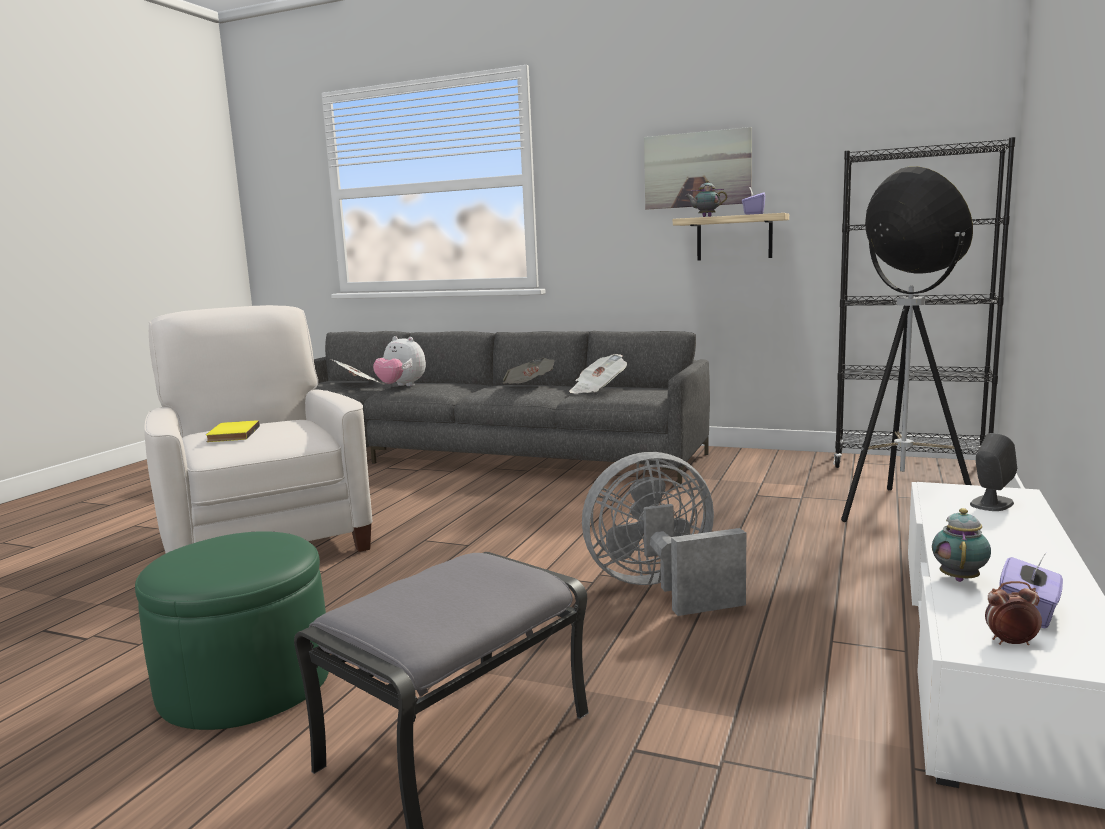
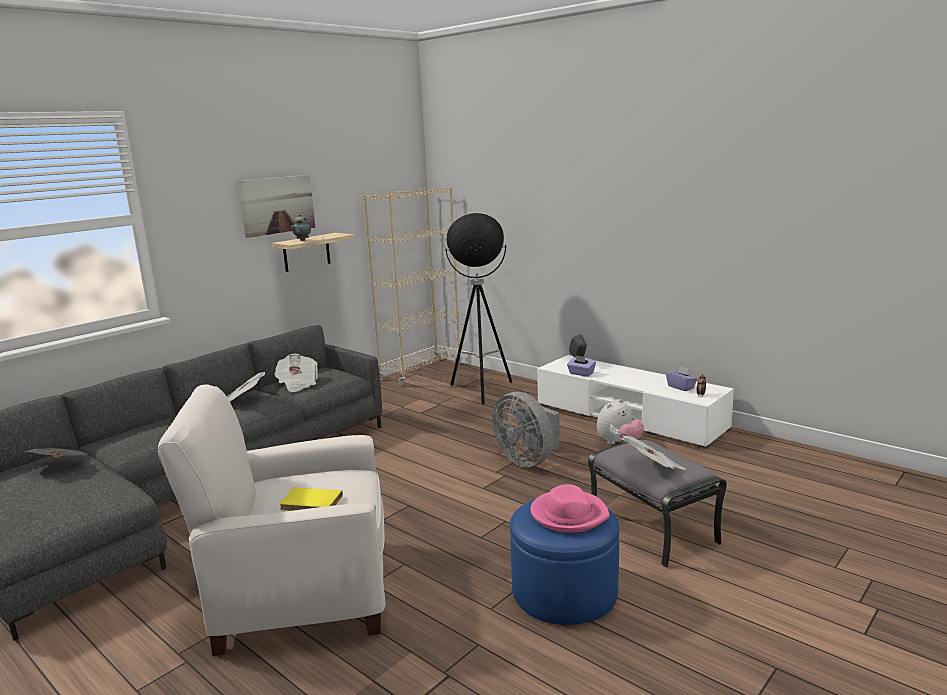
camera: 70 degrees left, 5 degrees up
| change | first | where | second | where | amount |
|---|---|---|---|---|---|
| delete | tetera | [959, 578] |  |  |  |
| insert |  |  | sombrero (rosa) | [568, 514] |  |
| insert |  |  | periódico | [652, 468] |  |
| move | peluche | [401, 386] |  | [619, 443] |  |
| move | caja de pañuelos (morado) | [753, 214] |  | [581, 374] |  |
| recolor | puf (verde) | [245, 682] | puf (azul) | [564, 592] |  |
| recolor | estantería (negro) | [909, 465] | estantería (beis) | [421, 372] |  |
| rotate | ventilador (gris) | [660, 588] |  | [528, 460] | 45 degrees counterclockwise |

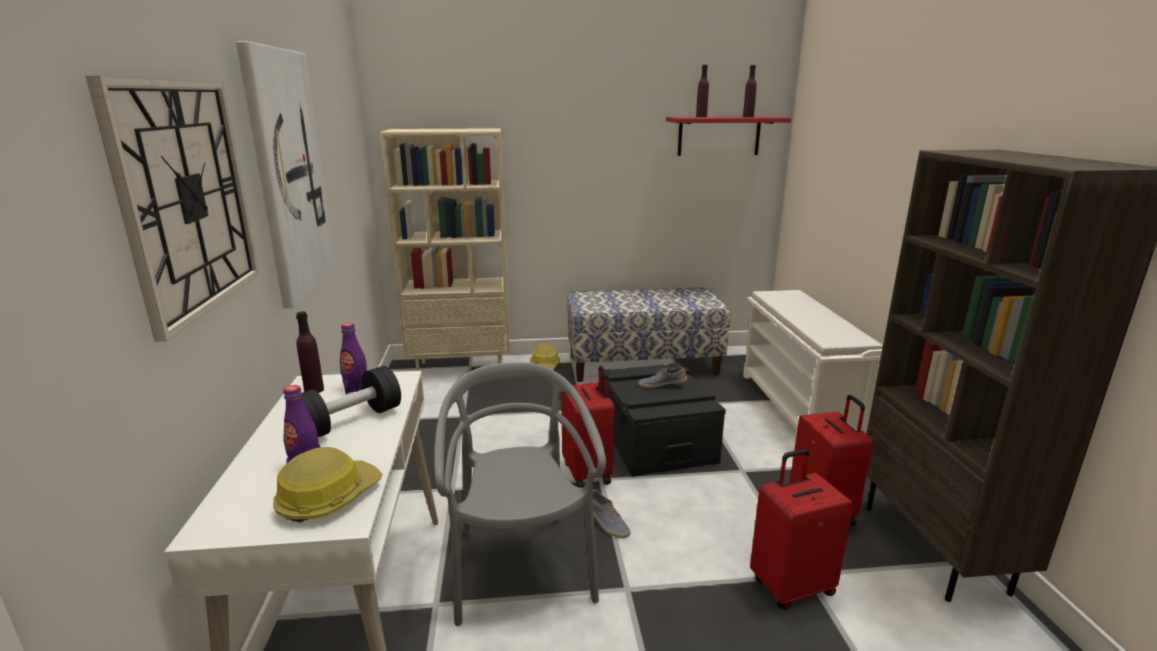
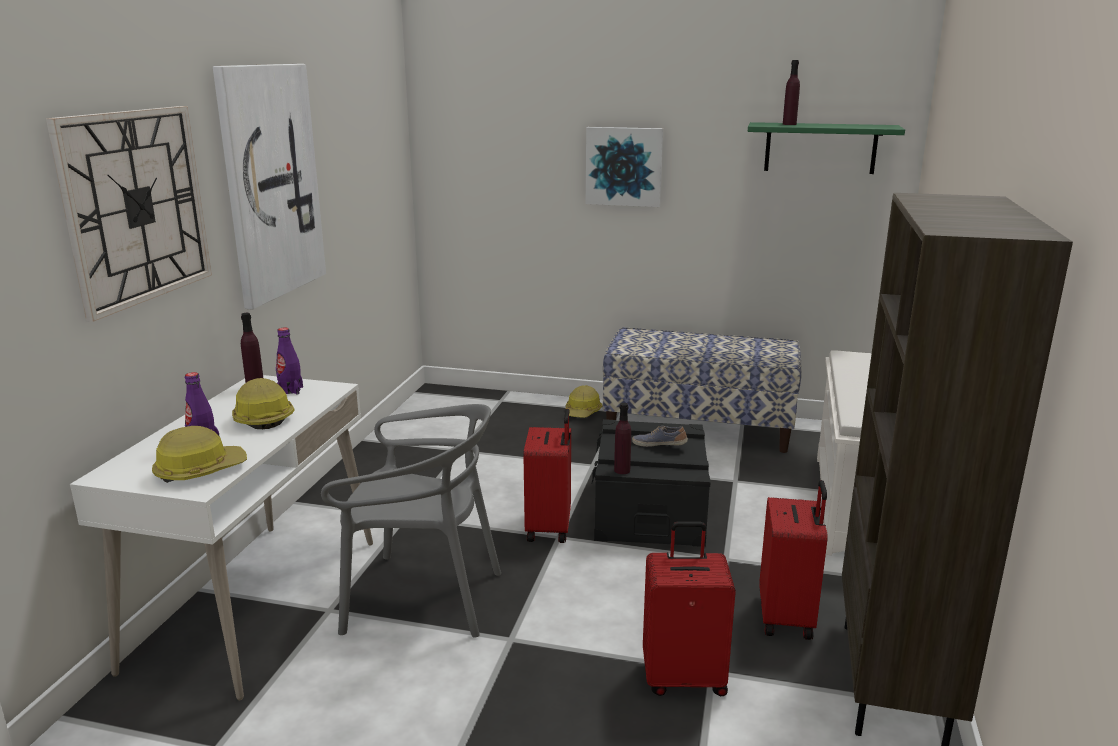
camera: 20 degrees right, 0 degrees up
| change | first | where | second | where | amount |
|---|---|---|---|---|---|
| delete | estantería (beis) | [462, 368] |  |  |  |
| delete | zapato | [607, 523] |  |  |  |
| insert |  |  | cuadro | [624, 166] |  |
| move | botella (morado) | [748, 117] |  | [622, 470] |  |
| replace | mancuerna (negro) | [350, 422] | casco | [262, 417] |  |
| recolor | estante (rojo) | [719, 136] | estante (verde) | [820, 148] |  |
| rotate | silla (gris) | [520, 568] |  | [422, 598] | 90 degrees clockwise |

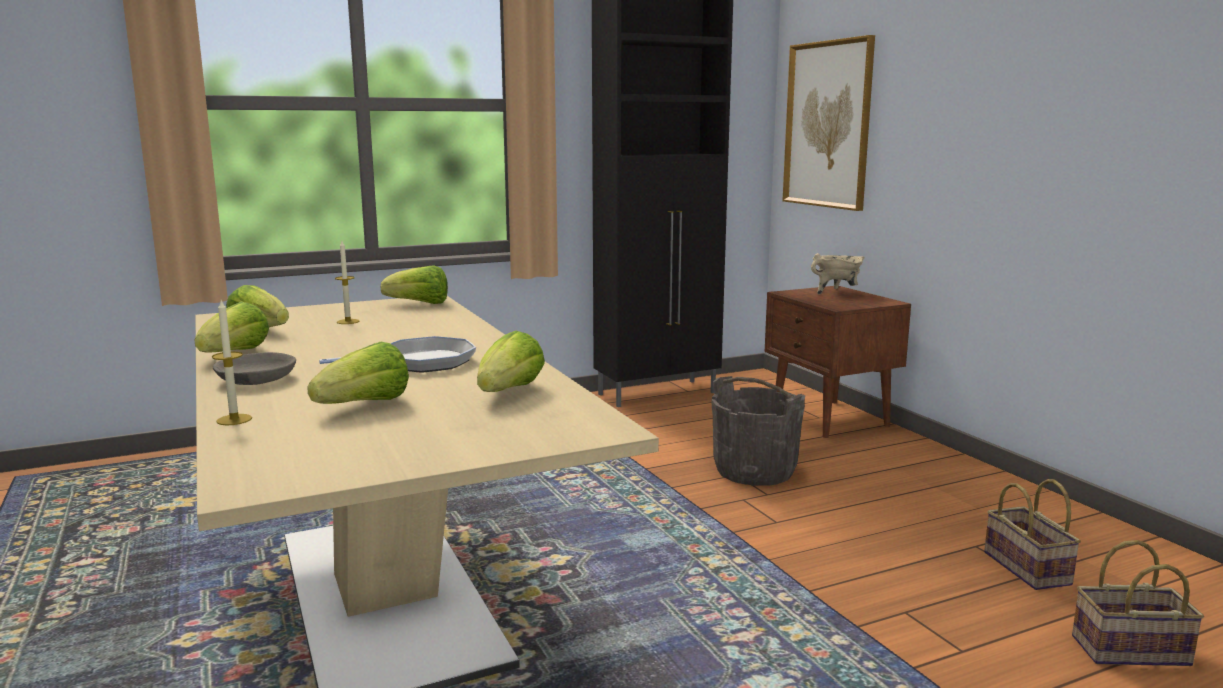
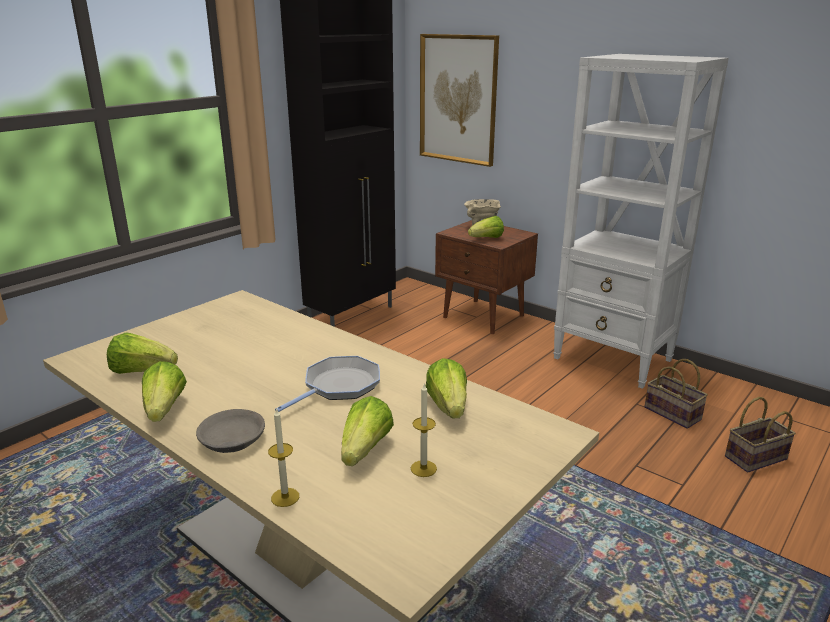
camera: 25 degrees left, 10 degrees up
| change | first | where | second | where | amount |
|---|---|---|---|---|---|
| delete | cubo (gris) | [755, 470] |  |  |  |
| insert |  |  | estantería (blanco) | [613, 359] |  |
| move | vela | [348, 321] |  | [423, 468] |  |
| move | lechuga | [419, 304] |  | [487, 239] |  |

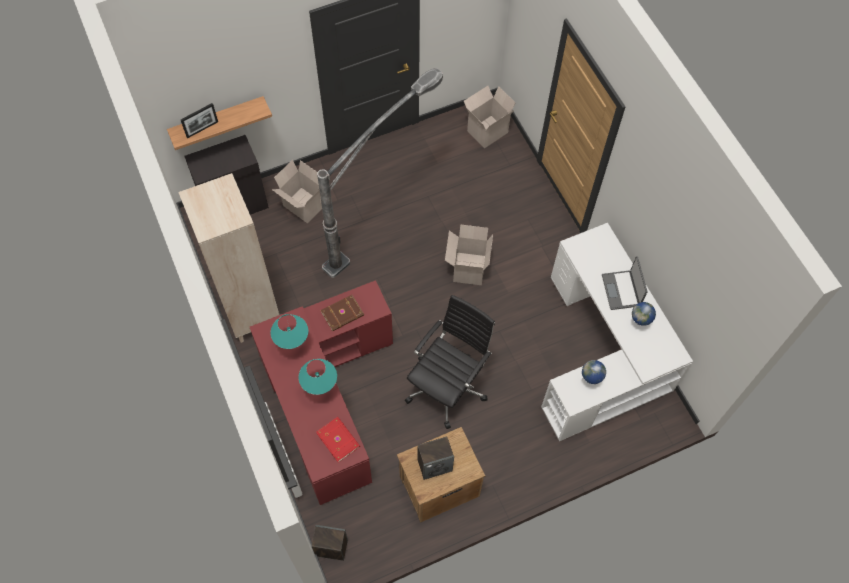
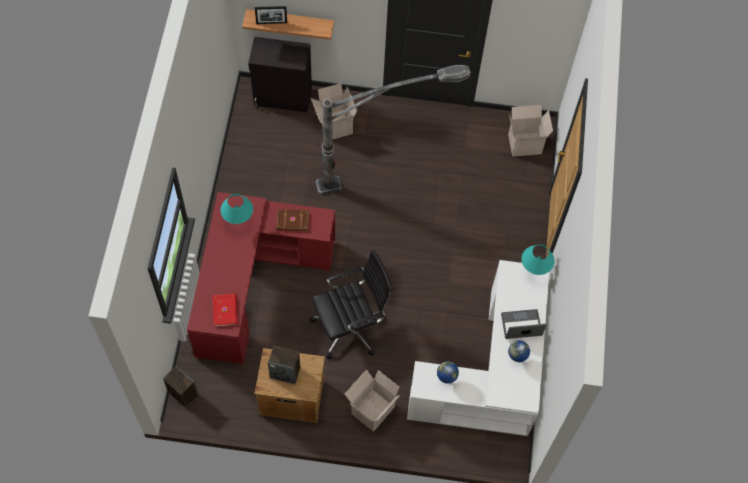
camera: 30 degrees right, 0 degrees up
| change | first | where | second | where | amount |
|---|---|---|---|---|---|
| delete | estantería (beis) | [251, 314] |  |  |  |
| move | lámpara de mesa (turquesa) | [321, 391] |  | [532, 274] |  |
| move | caja de cartón | [468, 268] |  | [372, 409] |  |
| rotate | portátil | [621, 290] |  | [521, 325] | 60 degrees clockwise |

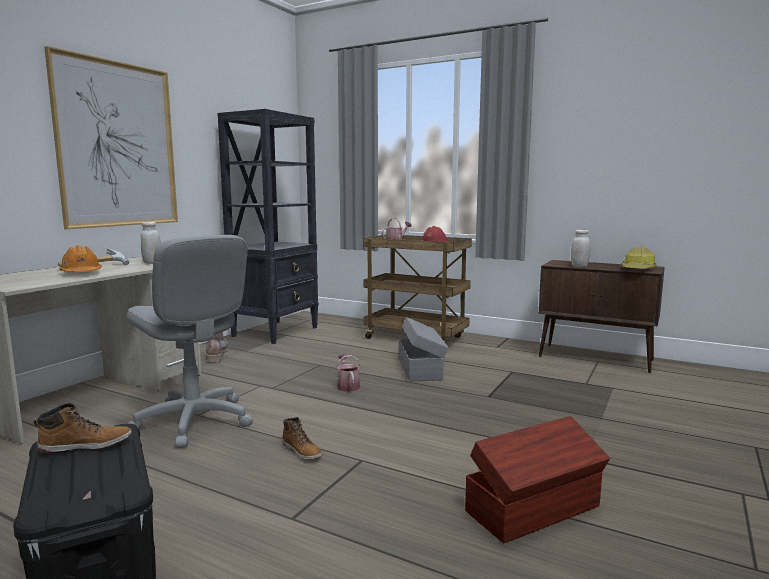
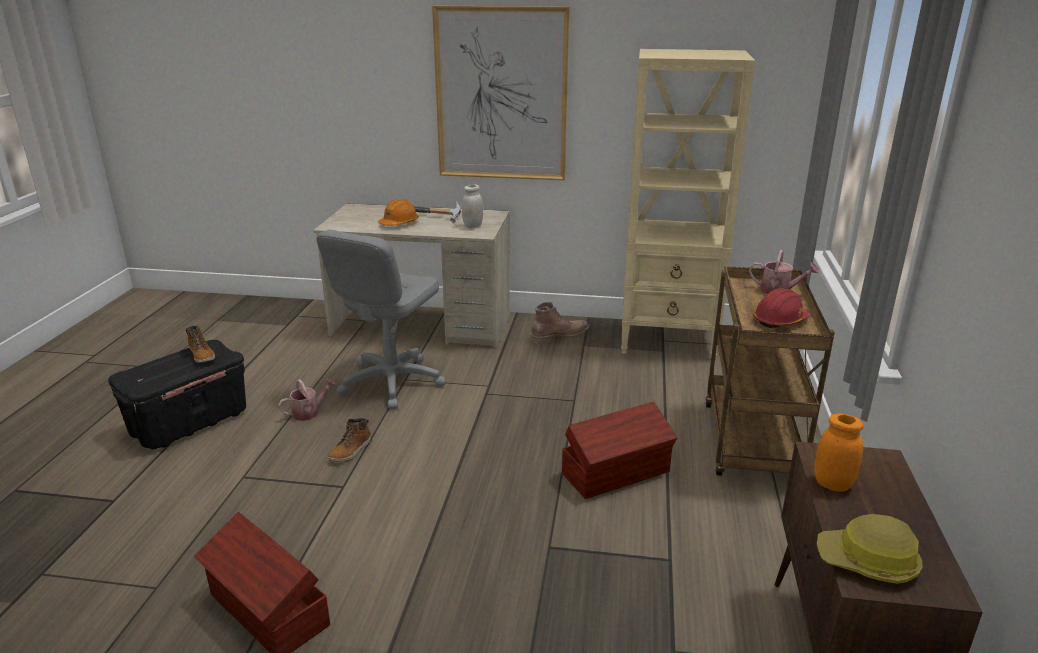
camera: 70 degrees right, 15 degrees up
| change | first | where | second | where | amount |
|---|---|---|---|---|---|
| move | regadera | [347, 386] |  | [309, 412] |  |
| recolor | estantería (negro) | [276, 332] | estantería (beis) | [668, 341] |  |
| recolor | caja de almacenaje (gris) | [420, 368] | caja de almacenaje (marrón) | [617, 473] |  |
| recolor | tarro (blanco) | [579, 266] | tarro (naranja) | [832, 484] |  |

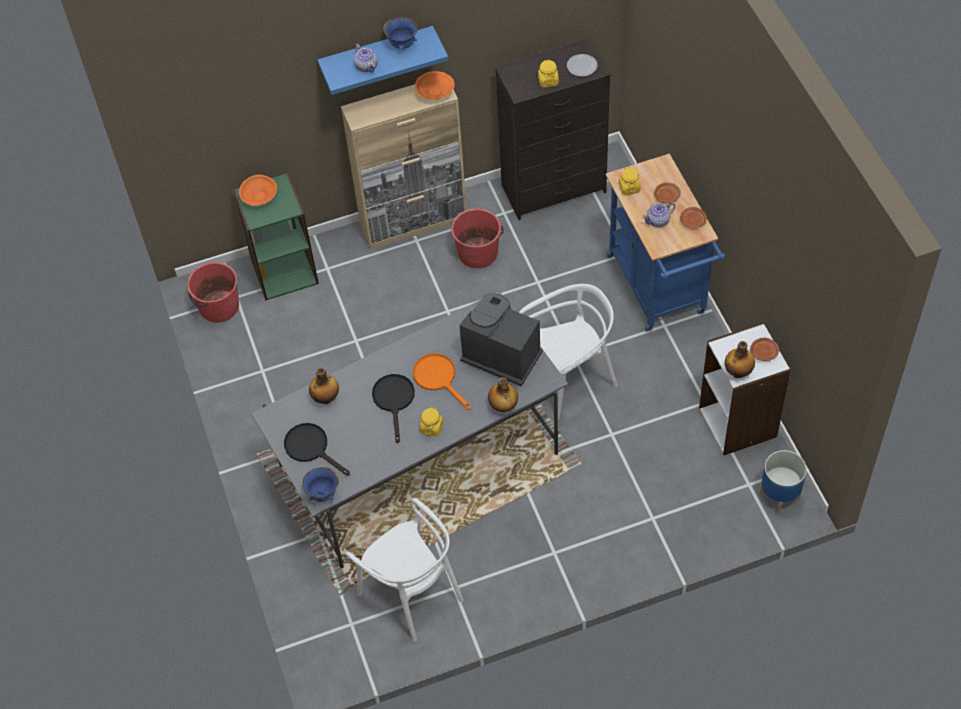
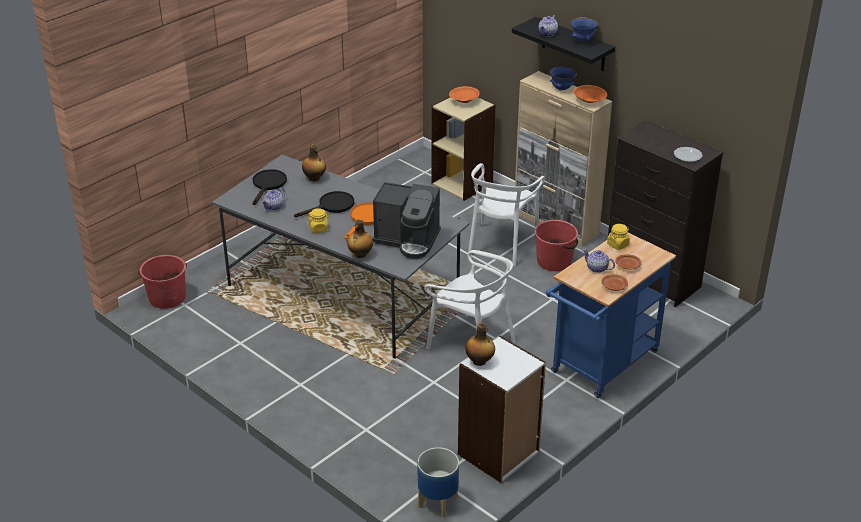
camera: 60 degrees right, 20 degrees down
| change | first | where | second | where | amount |
|---|---|---|---|---|---|
| delete | tarro (amarillo) | [548, 81] |  |  |  |
| delete | plato (marrón) | [764, 352] |  |  |  |
| insert |  |  | tetera | [274, 207] |  |
| move | cubo (rojo) | [218, 306] |  | [167, 297] |  |
| move | cuenco (azul) | [323, 494] |  | [561, 89] |  |
| move | silla (blanco) | [412, 593] |  | [501, 244] |  |
| recolor | estantería (verde) | [284, 271] | estantería (beis) | [462, 183] |  |
| recolor | estante (azul) | [377, 55] | estante (negro) | [573, 45] |  |
| rotate | cafetera | [501, 355] |  | [408, 240] | 105 degrees clockwise |

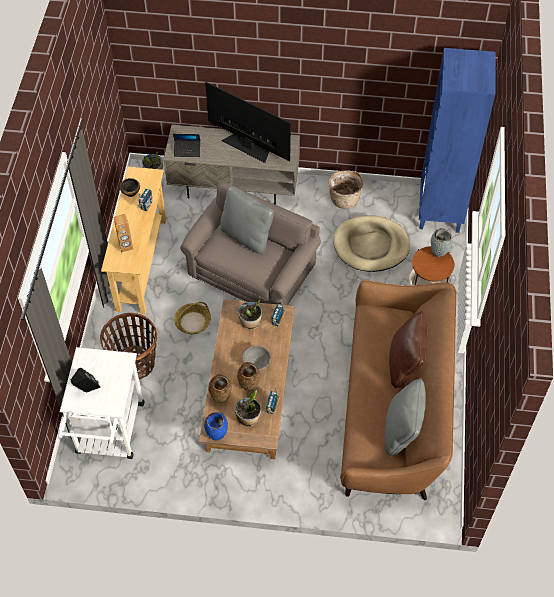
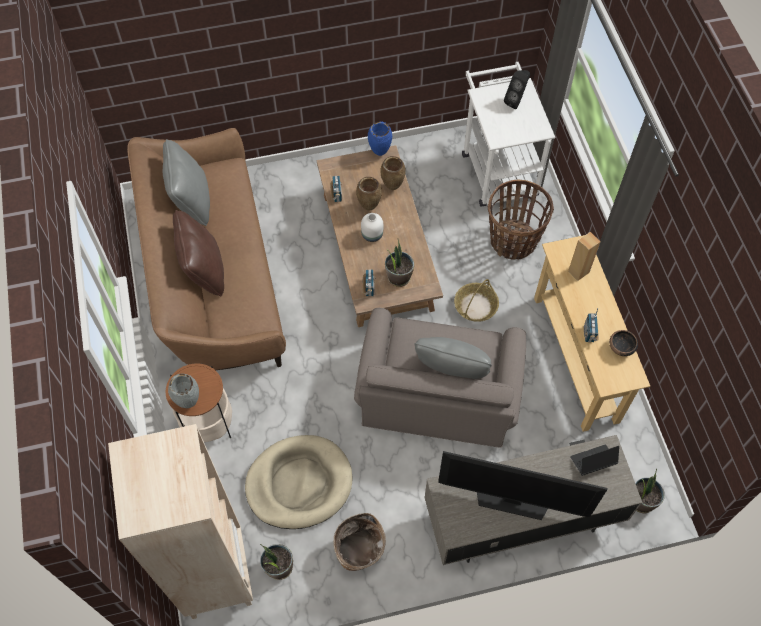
camera: 160 degrees right, 5 degrees up
| change | first | where | second | where | amount |
|---|---|---|---|---|---|
| move | planta en maceta | [248, 418] |  | [279, 567] |  |
| replace | cuenco (gris) | [256, 362] | florero (blanco) | [372, 235] |  |
| recolor | estantería (azul) | [440, 212] | estantería (beis) | [215, 575] |  |

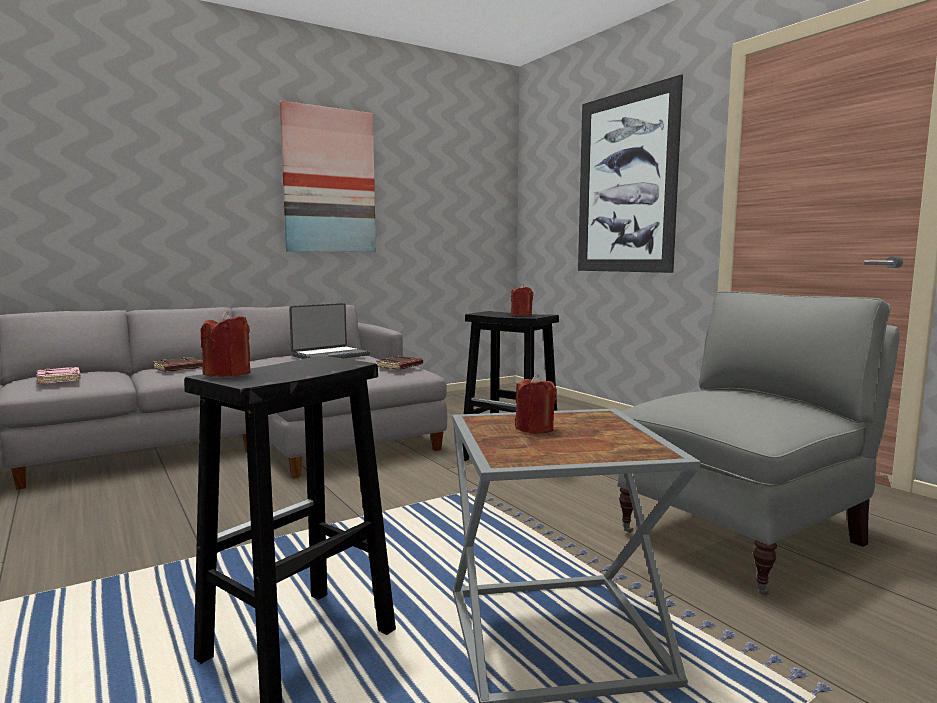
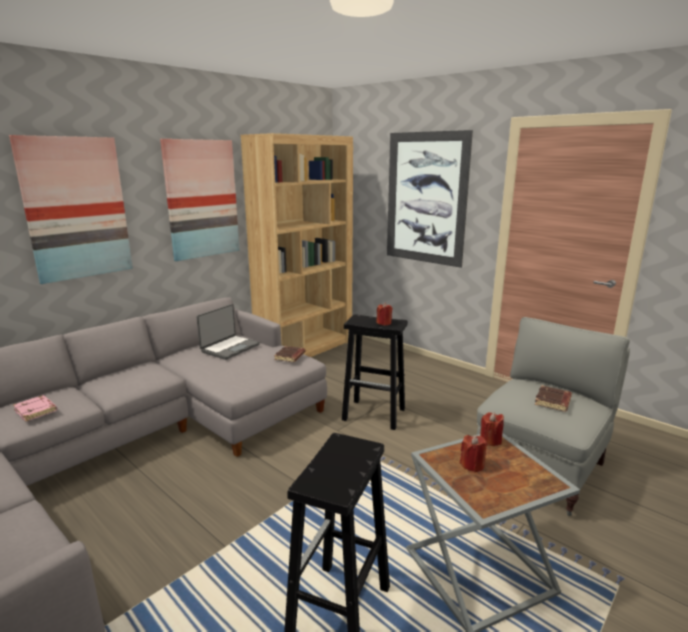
camera: 15 degrees left, 10 degrees up
| change | first | where | second | where | amount |
|---|---|---|---|---|---|
| insert |  |  | cuadro | [76, 208] |  |
| insert |  |  | estantería (marrón) | [305, 348] |  |
| move | libro (marrón) | [179, 368] |  | [553, 402] |  |
| move | vela (rojo) | [228, 374] |  | [490, 440] |  |

